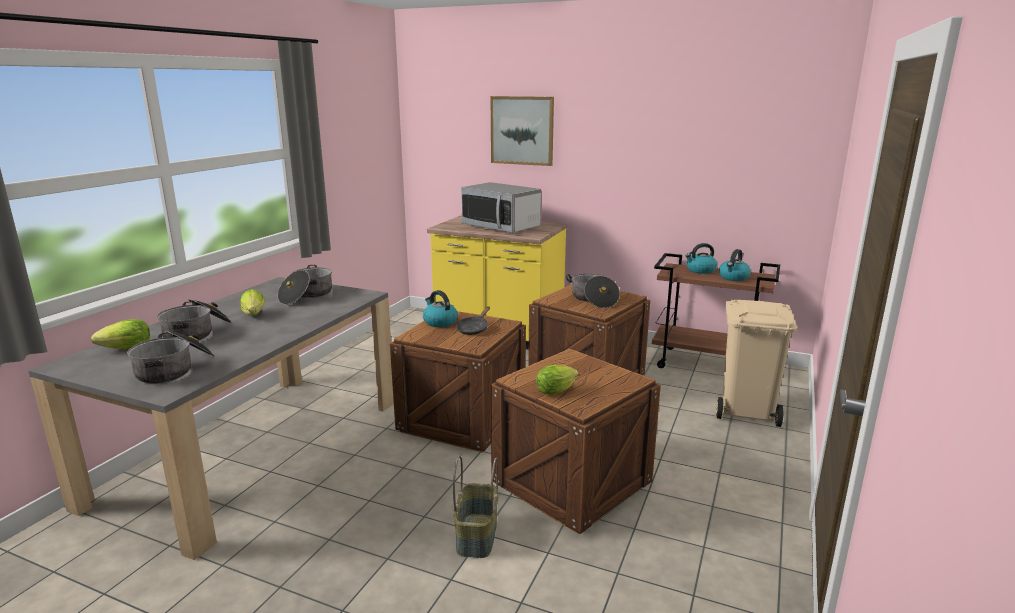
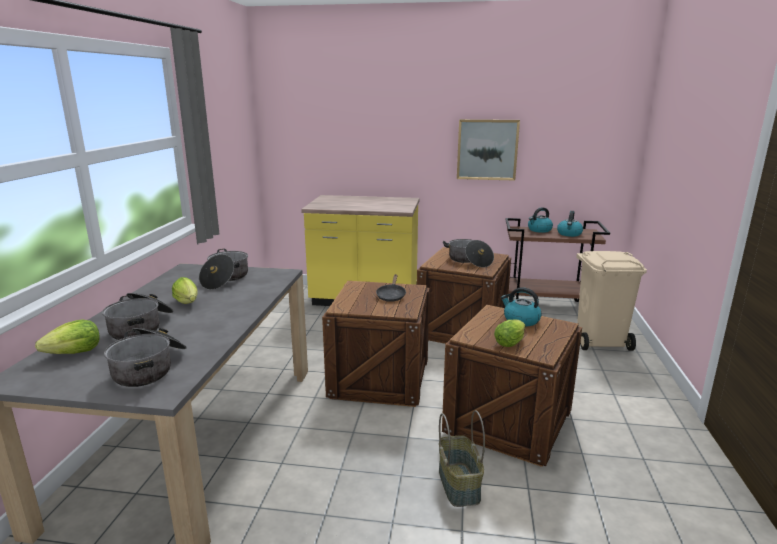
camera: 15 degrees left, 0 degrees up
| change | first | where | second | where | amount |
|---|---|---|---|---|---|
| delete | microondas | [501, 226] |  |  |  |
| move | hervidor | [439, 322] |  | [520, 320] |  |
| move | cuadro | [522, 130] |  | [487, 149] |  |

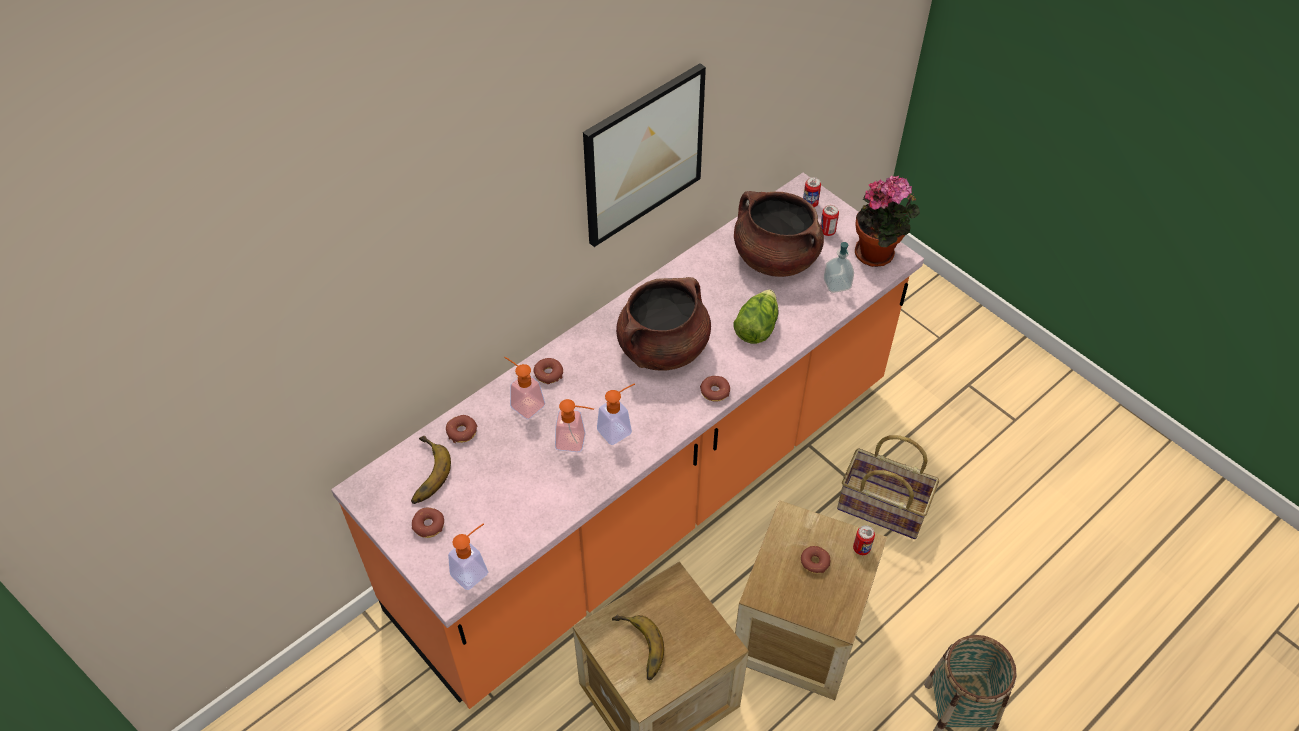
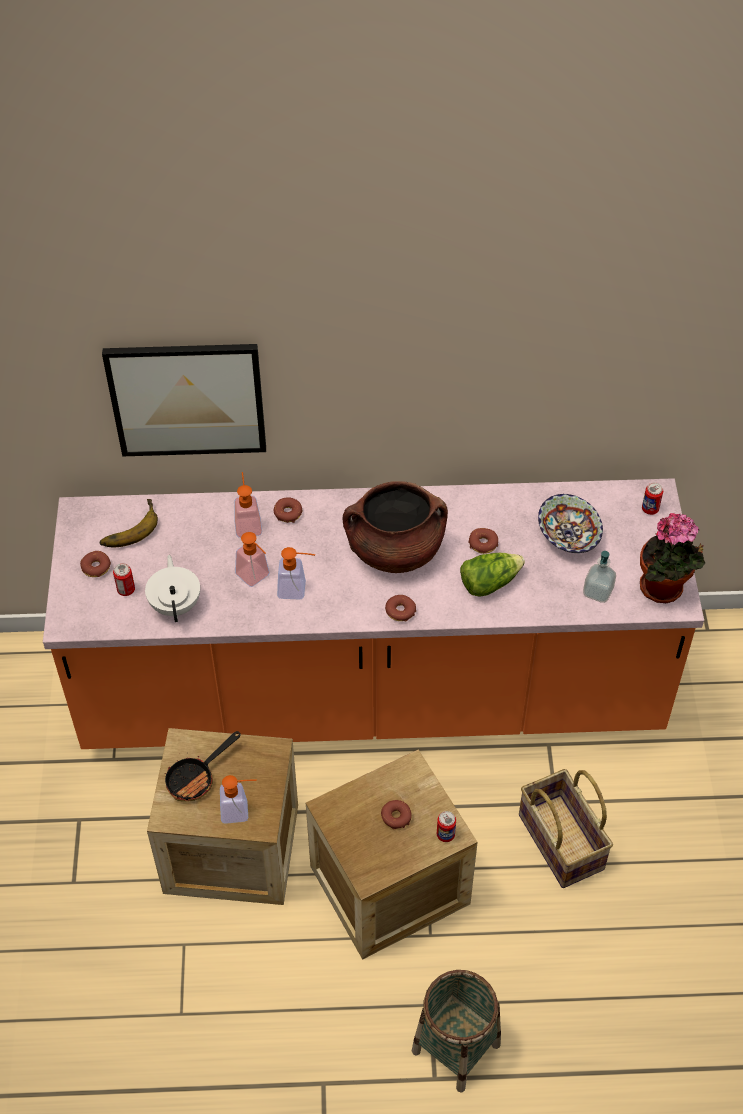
camera: 40 degrees right, 0 degrees up
| change | first | where | second | where | amount |
|---|---|---|---|---|---|
| insert |  |  | tetera (blanco) | [176, 604] |  |
| move | rosquilla | [462, 432] |  | [483, 544] |  |
| move | dispensador de jabón | [474, 569] |  | [240, 811] |  |
| move | cuadro | [643, 155] |  | [187, 399] |  |
| move | lata | [827, 231] |  | [126, 590] |  |
| replace | plátano | [636, 649] | sartén | [196, 778] |  |
| replace | olla (marrón) | [775, 258] | cuenco | [567, 536] |  |

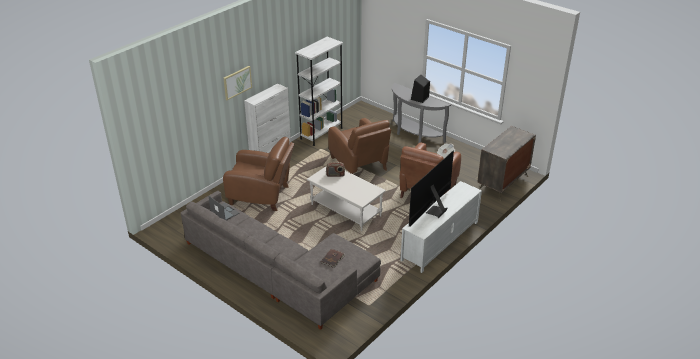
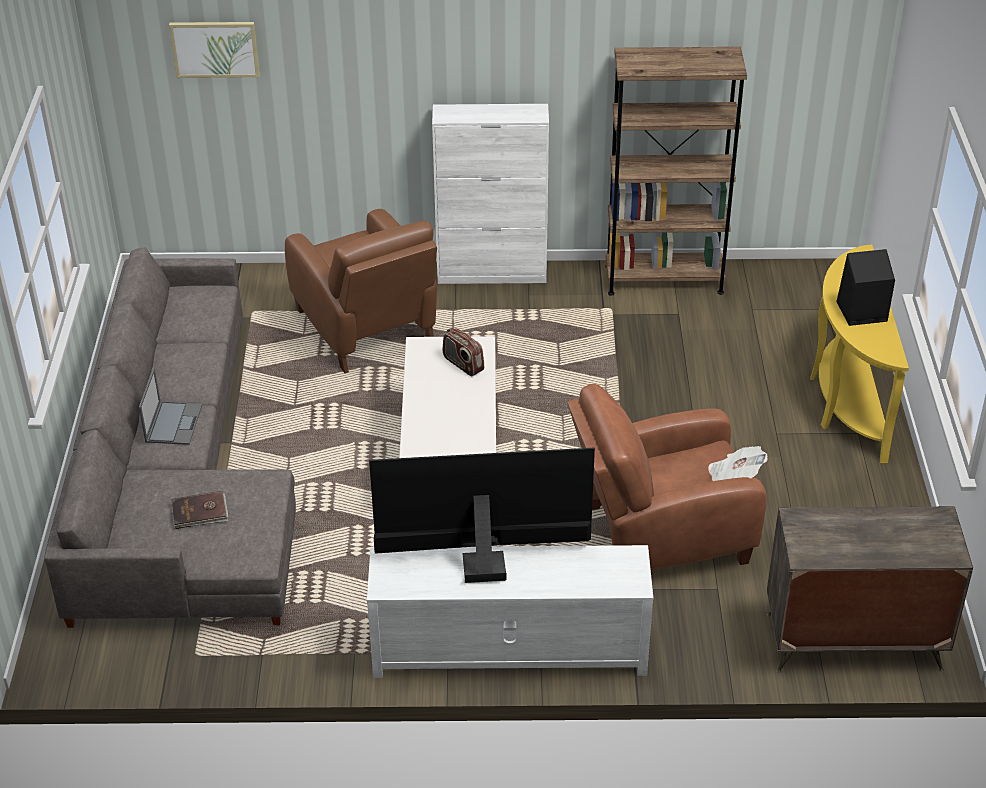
camera: 50 degrees right, 5 degrees up
| change | first | where | second | where | amount |
|---|---|---|---|---|---|
| delete | sillón (marrón) | [359, 165] |  |  |  |
| move | portátil | [224, 212] |  | [173, 423] |  |
| move | cuadro | [237, 82] |  | [215, 49] |  |
| recolor | estantería (blanco) | [321, 133] | estantería (marrón) | [664, 279] |  |
| recolor | mesa consola (gris) | [414, 134] | mesa consola (amarillo) | [845, 401] |  |

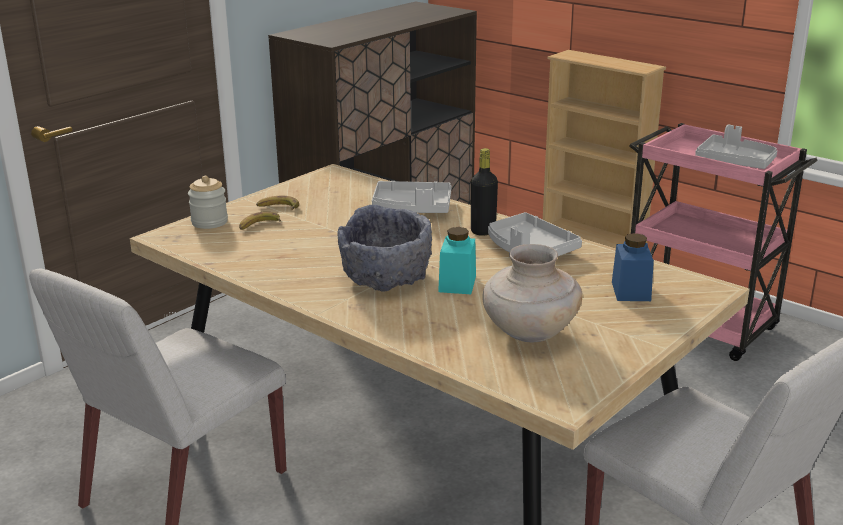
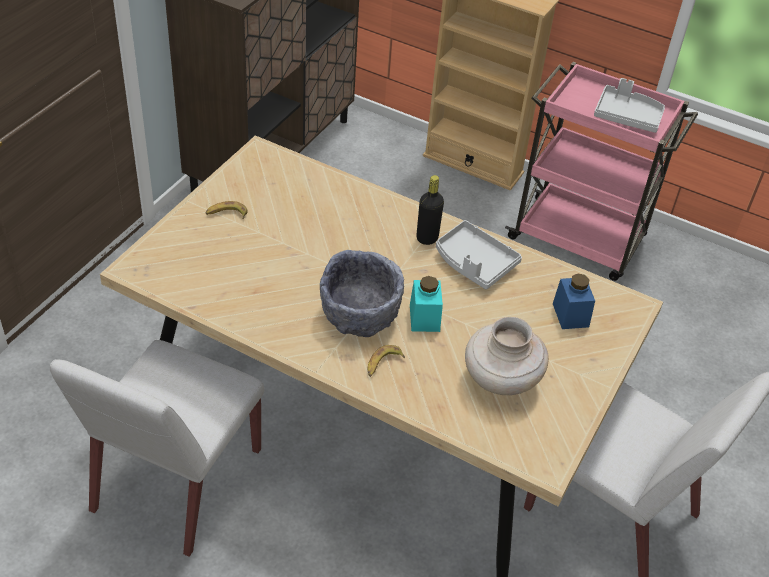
camera: 15 degrees left, 20 degrees up
| change | first | where | second | where | amount |
|---|---|---|---|---|---|
| delete | tarro | [209, 222] |  |  |  |
| delete | bandeja (gris) | [412, 208] |  |  |  |
| move | plátano | [259, 225] |  | [383, 364] |  |

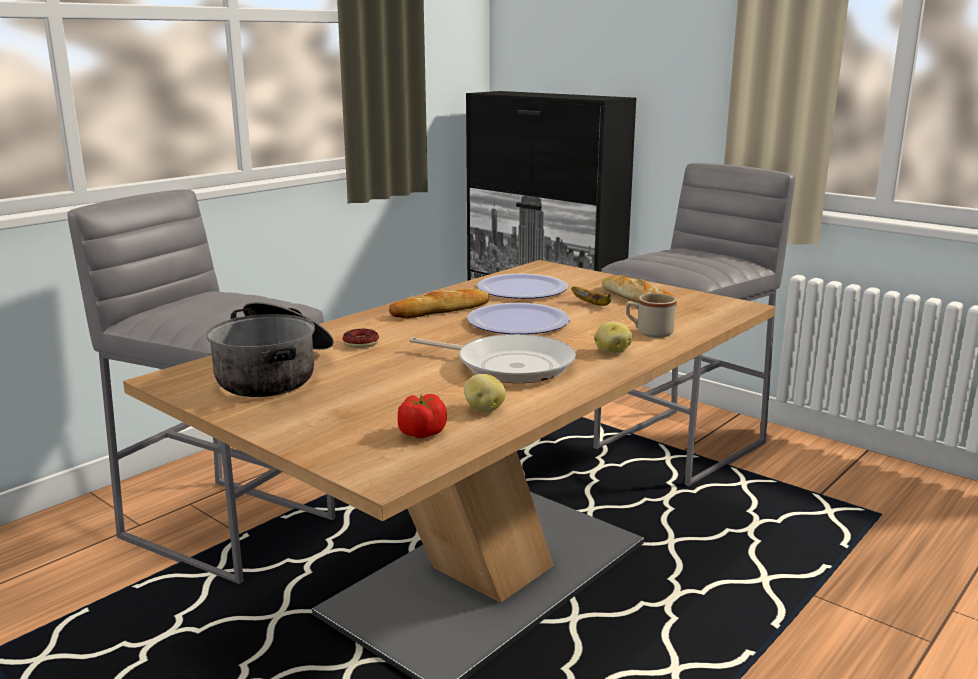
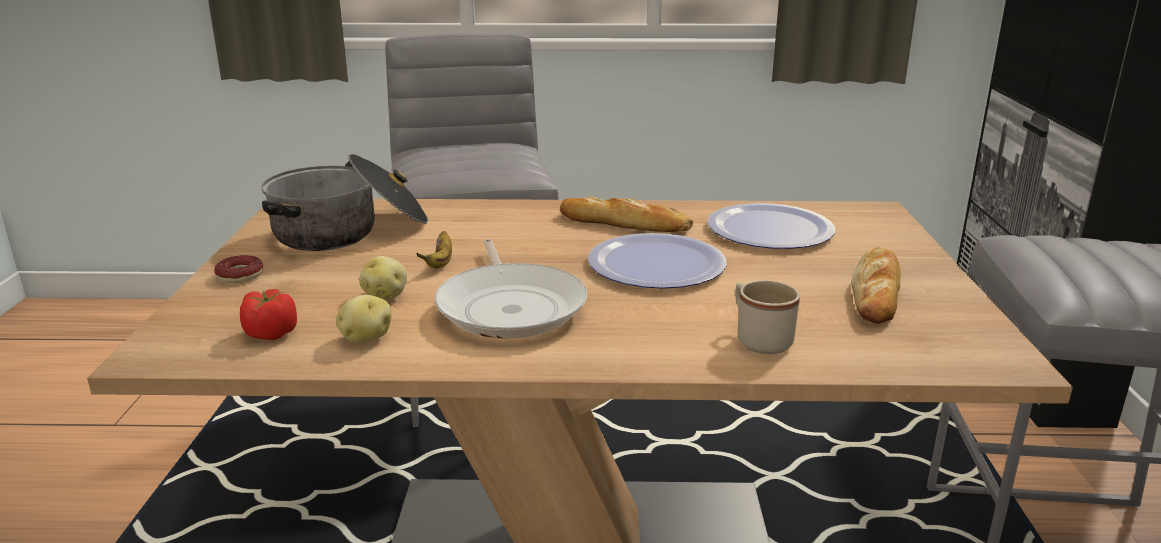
camera: 50 degrees right, 5 degrees up
| change | first | where | second | where | amount |
|---|---|---|---|---|---|
| move | rosquilla | [361, 343] |  | [240, 275] |  |
| move | plátano | [593, 304] |  | [440, 262] |  |
| move | patata | [612, 351] |  | [386, 296] |  |

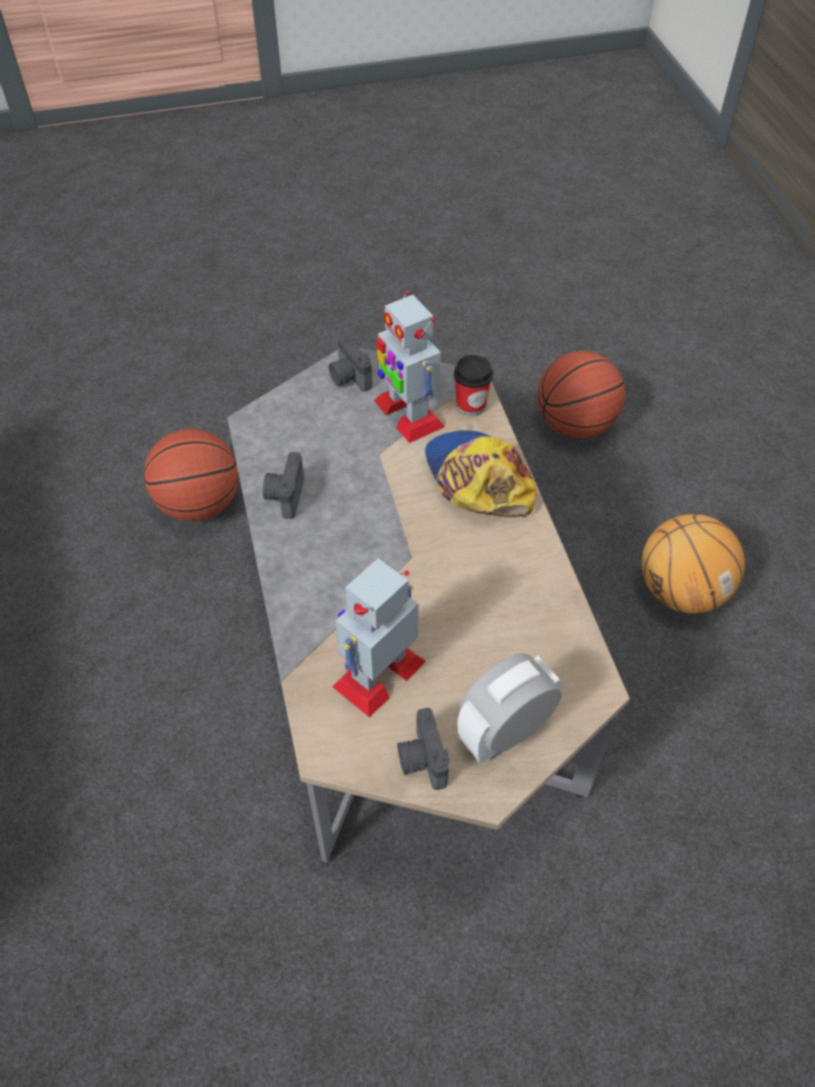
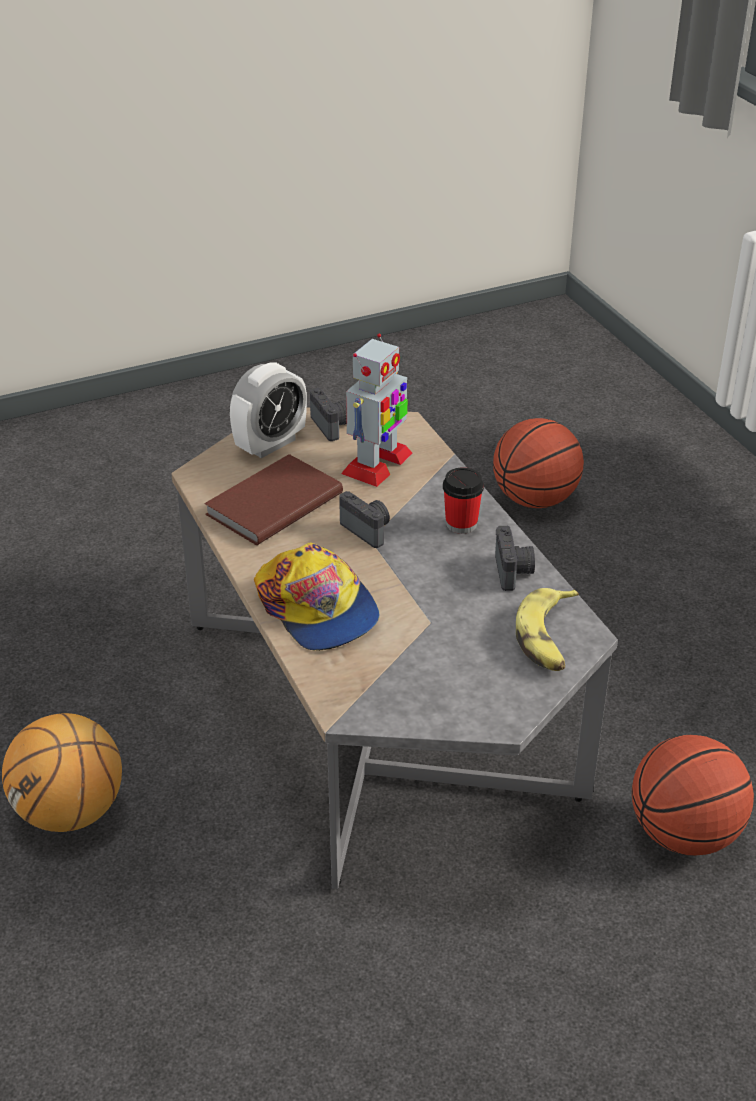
camera: 170 degrees right, 15 degrees down
| change | first | where | second | where | amount |
|---|---|---|---|---|---|
| delete | robot de juguete | [408, 413] |  |  |  |
| insert |  |  | libro (marrón) | [271, 503] |  |
| insert |  |  | plátano | [548, 638] |  |
| move | cámara | [348, 377] |  | [368, 530] |  |
| move | taza | [471, 406] |  | [461, 524] |  |
| move | balón de baloncesto | [575, 425] |  | [535, 499] |  |

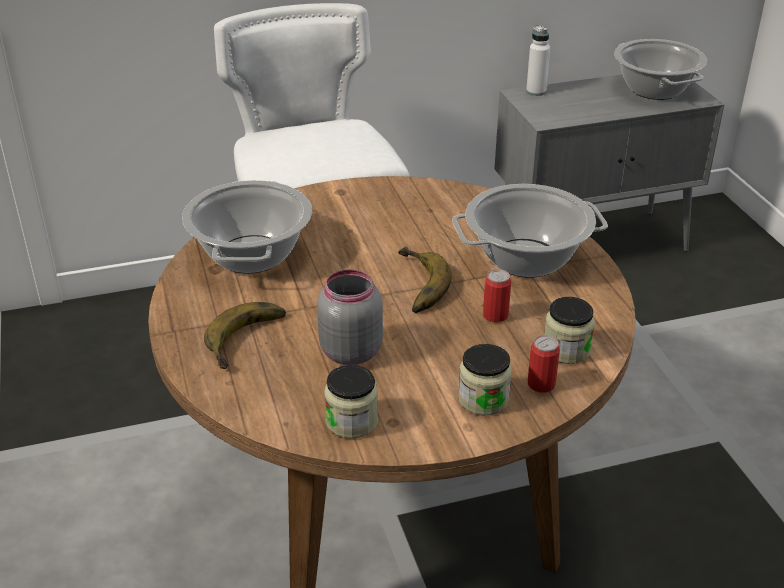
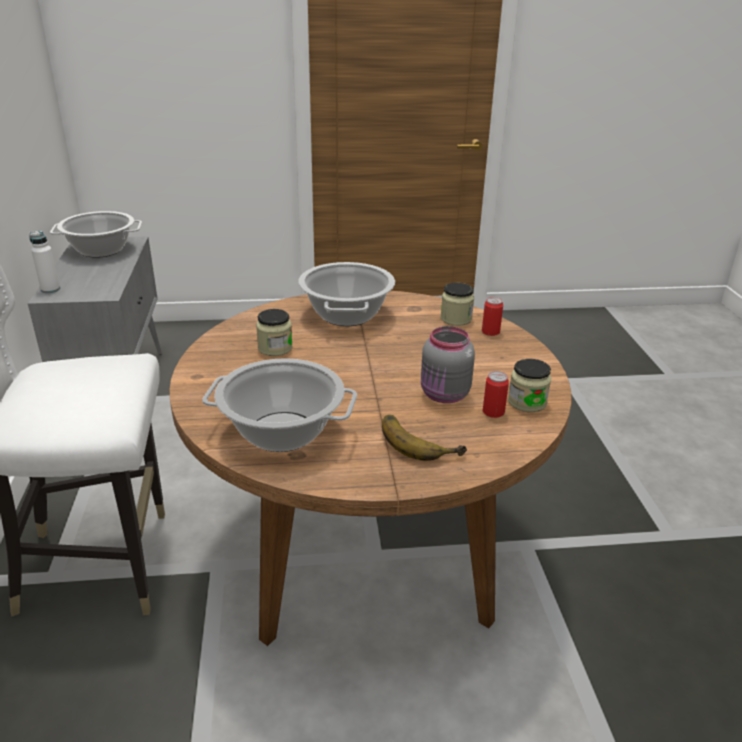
camera: 80 degrees left, 5 degrees down
| change | first | where | second | where | amount |
|---|---|---|---|---|---|
| delete | plátano | [414, 285] |  |  |  |
| move | tarro | [483, 399] |  | [275, 348] |  |
| move | lata | [495, 315] |  | [493, 412] |  |

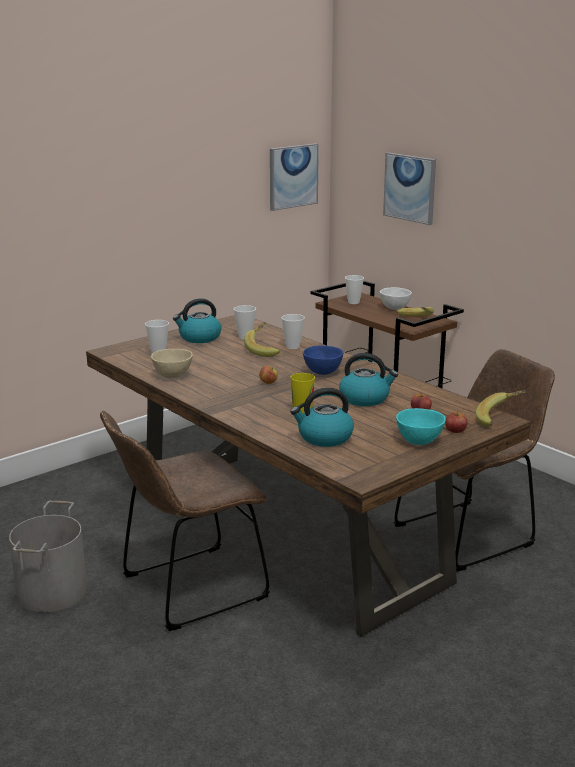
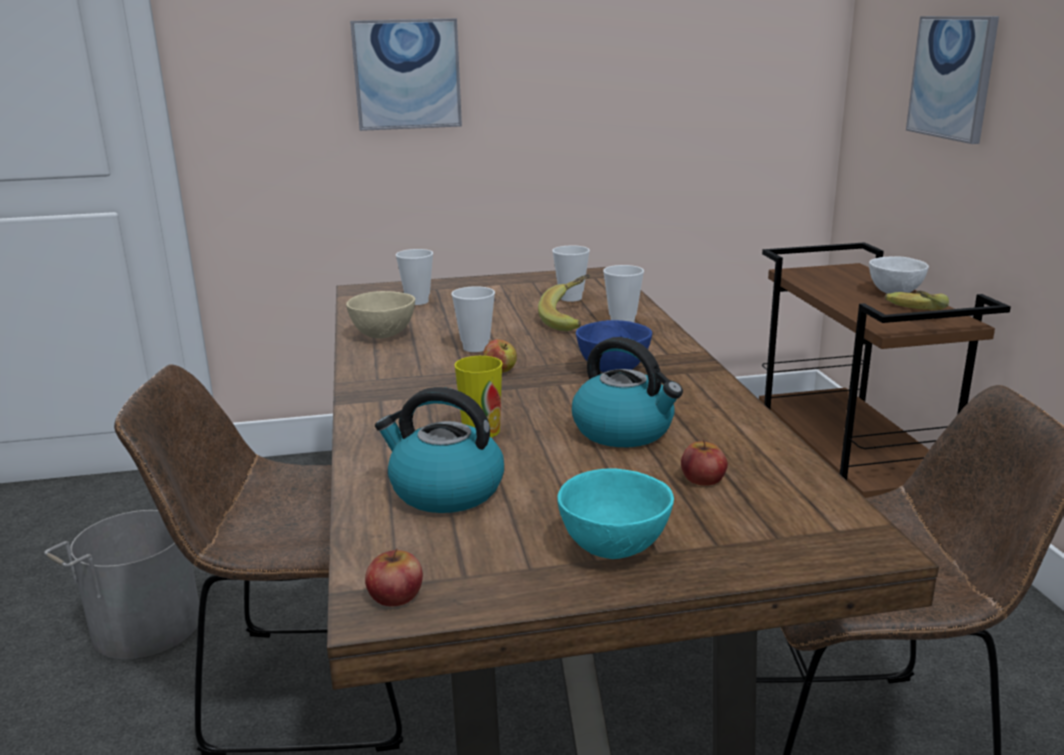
camera: 30 degrees right, 0 degrees up
| change | first | where | second | where | amount |
|---|---|---|---|---|---|
| delete | hervidor | [199, 338] |  |  |  |
| delete | plátano | [500, 419] |  |  |  |
| move | cuadro | [293, 176] |  | [407, 74] |  |
| move | taza | [353, 302] |  | [475, 347] |  |
| move | manzana | [455, 430] |  | [395, 595] |  |

